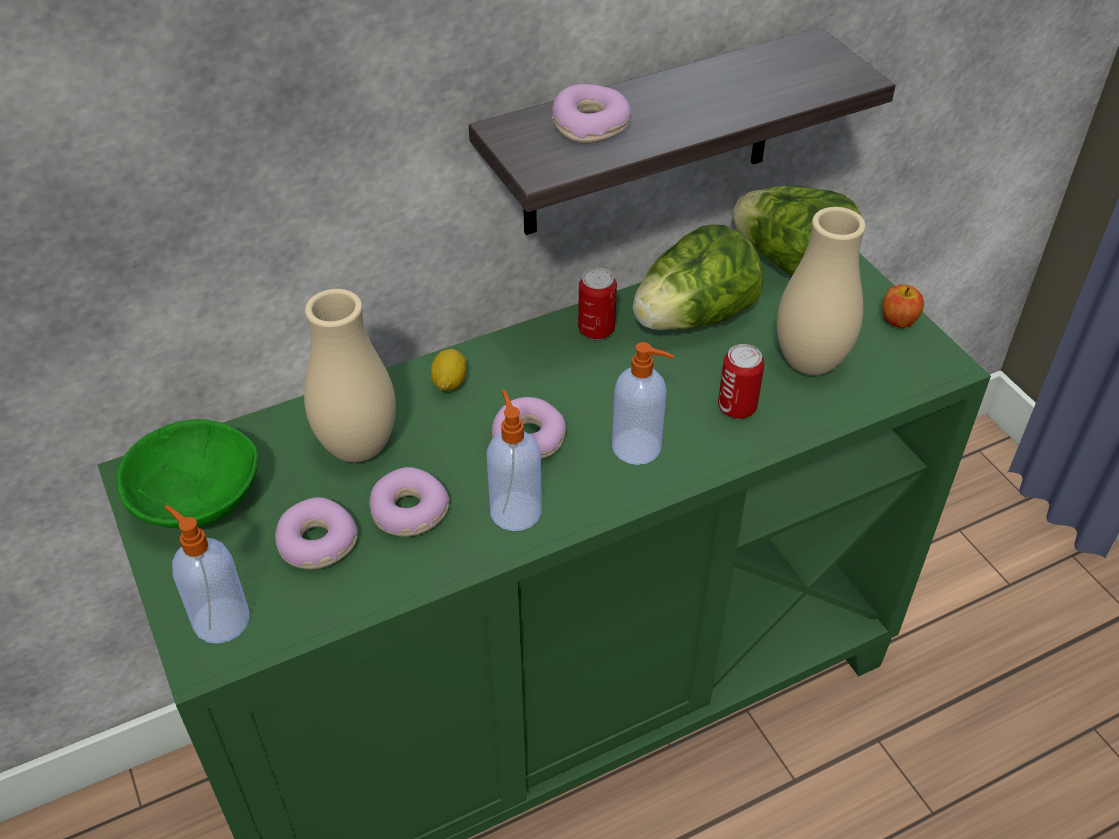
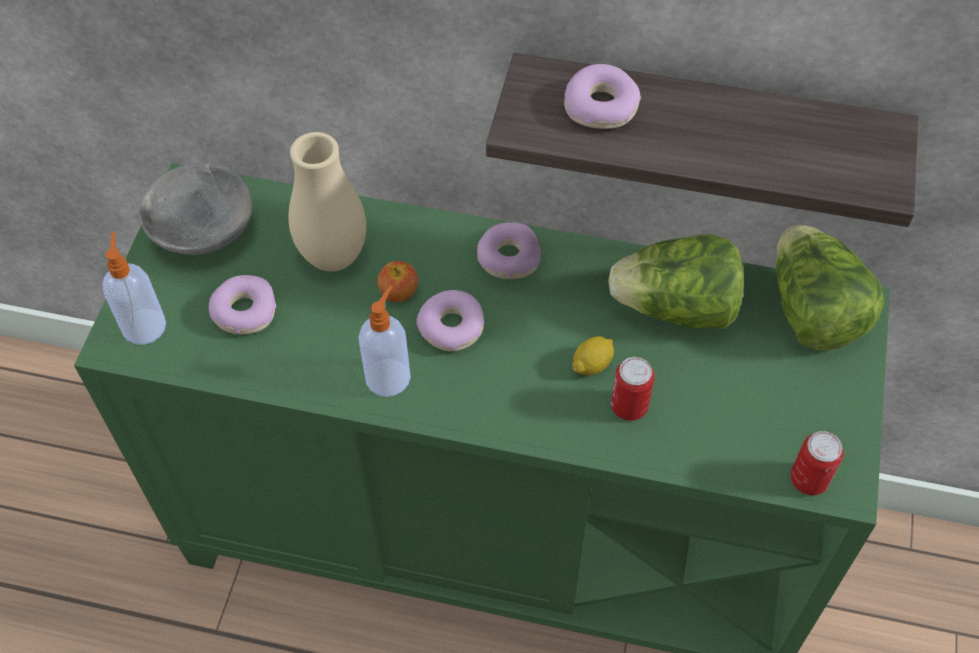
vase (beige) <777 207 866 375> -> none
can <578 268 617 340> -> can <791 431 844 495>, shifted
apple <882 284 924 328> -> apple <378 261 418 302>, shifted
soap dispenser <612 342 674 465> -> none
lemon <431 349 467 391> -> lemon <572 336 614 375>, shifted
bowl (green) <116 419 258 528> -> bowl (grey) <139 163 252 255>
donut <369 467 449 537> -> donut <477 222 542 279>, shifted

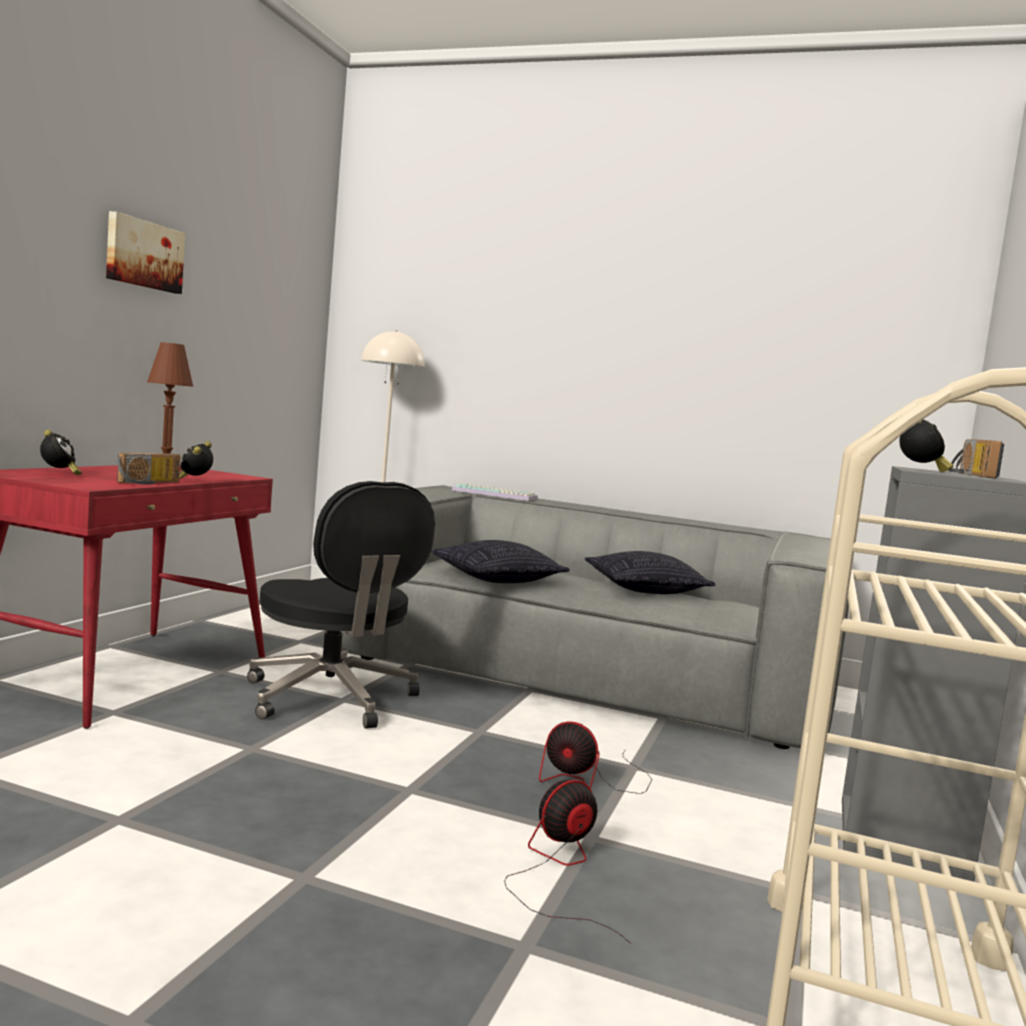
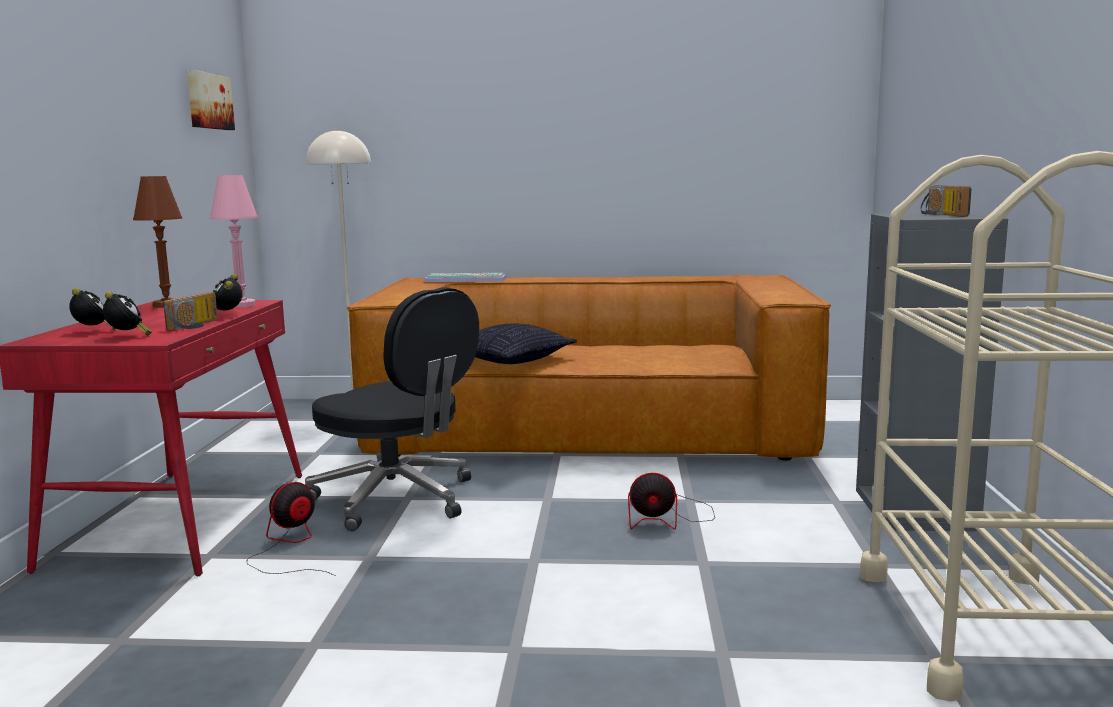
picture <106 211 185 294> -> picture <187 70 235 130>, shifted
alarm clock <899 420 953 472> -> alarm clock <103 291 152 335>, shifted
sofa (grey) <340 485 849 749> -> sofa (brown) <347 275 831 461>
pillow <585 551 715 594> -> none
fan <504 780 631 944> -> fan <247 482 336 576>, shifted
none -> table lamp (pink) <210 175 258 308>

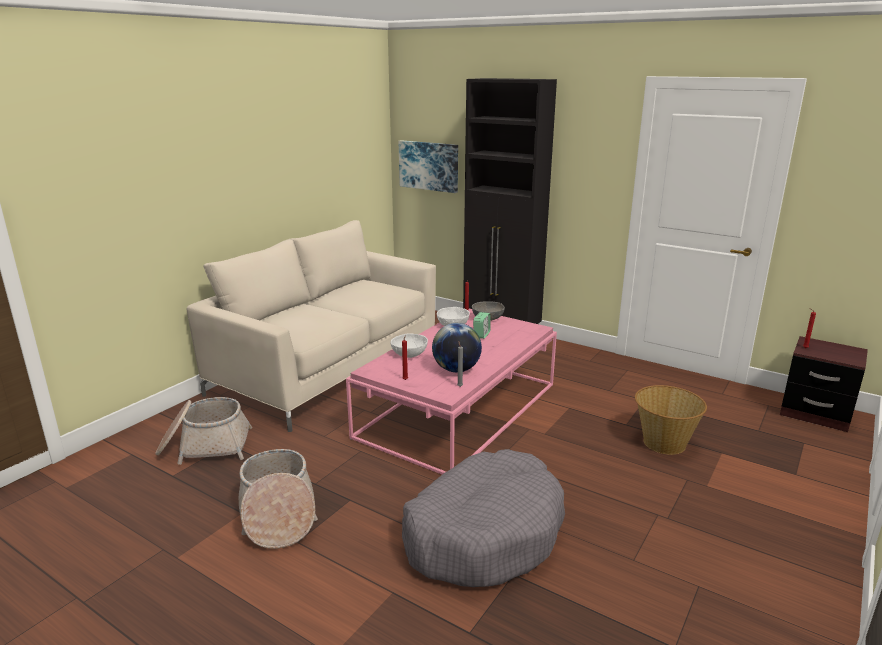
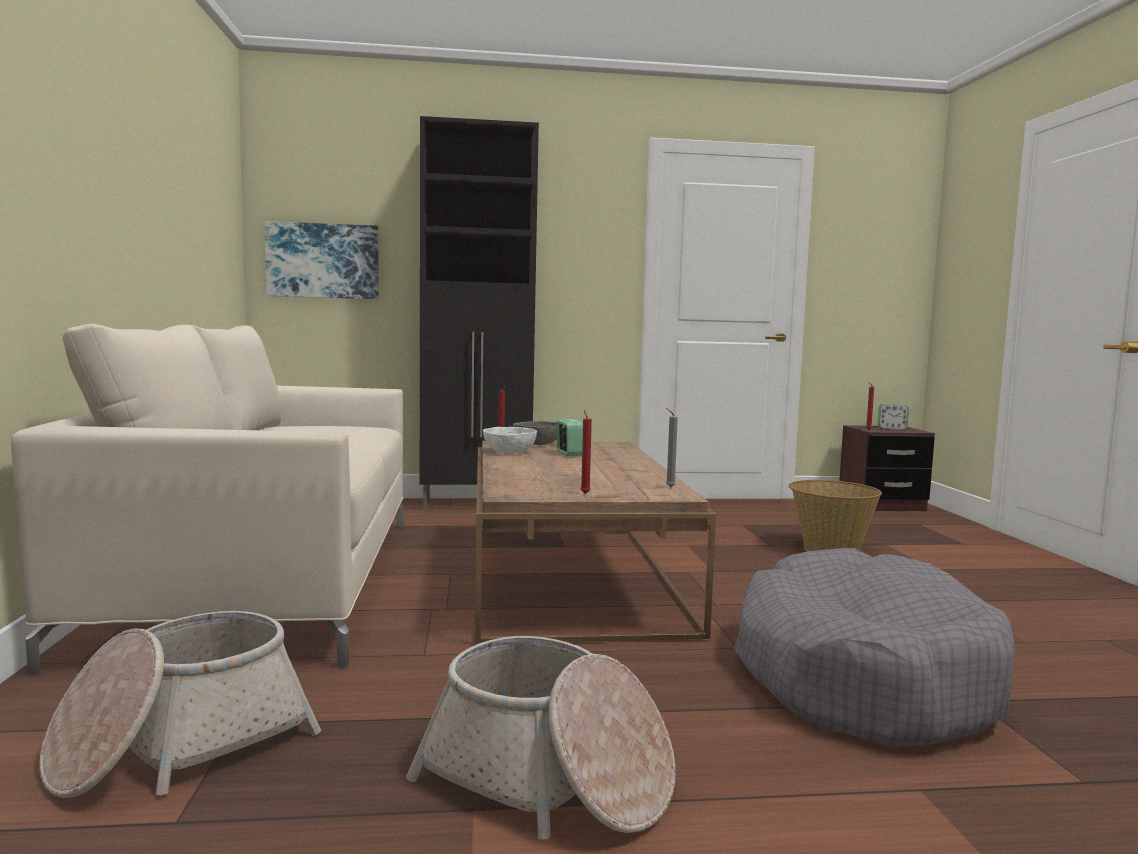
coffee table (pink) <346 308 557 475> -> coffee table (brown) <475 441 716 645>
globe <432 323 482 372> -> none
bowl (white) <390 333 428 358> -> none
none -> alarm clock <877 403 909 430>

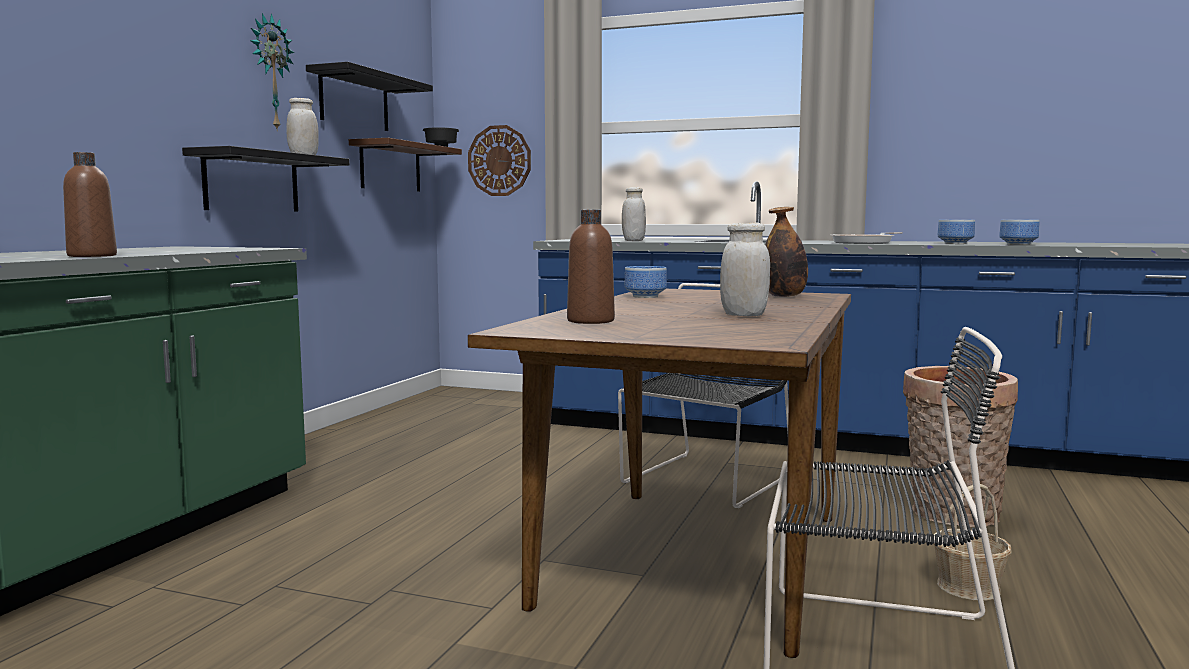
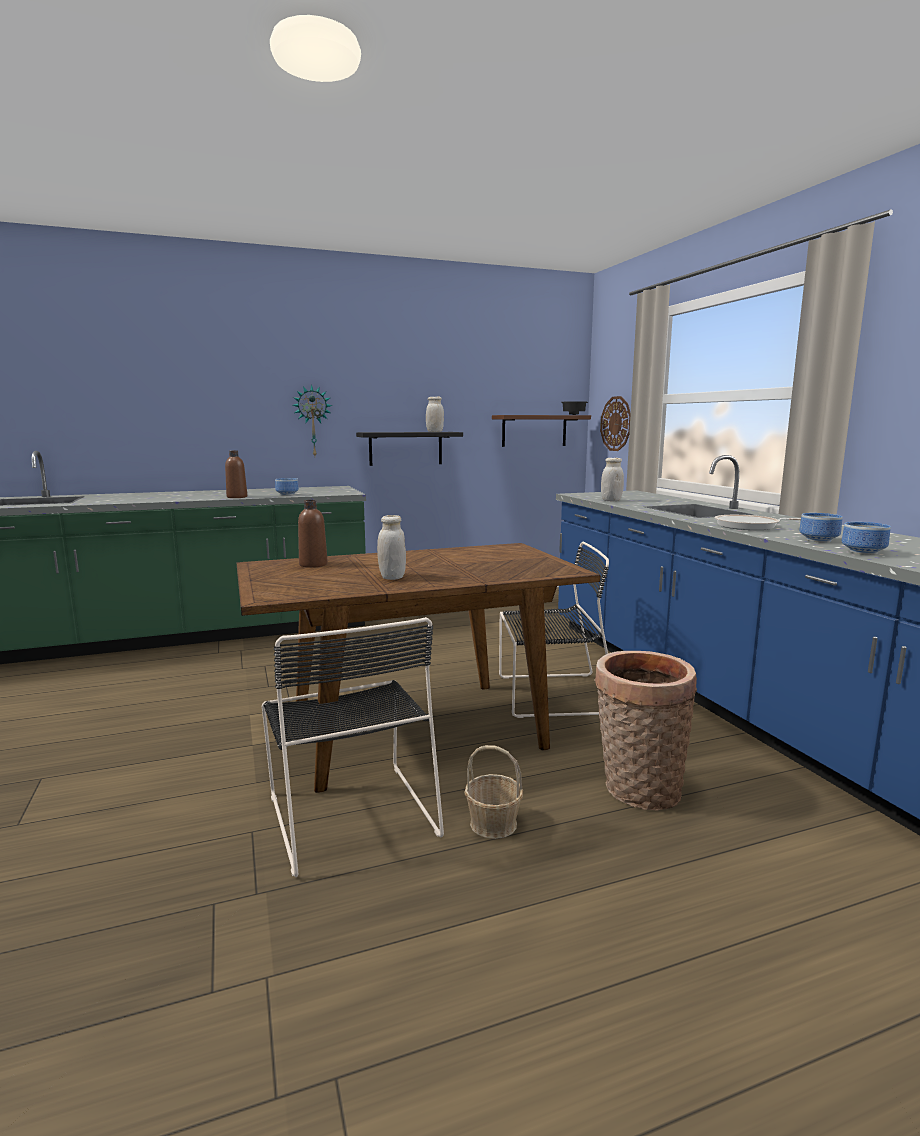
wall clock <250 13 294 129> -> wall clock <292 385 332 456>, shifted
shelf (black) <306 62 433 131> -> none
bottle <765 207 808 297> -> none
bowl <624 266 667 298> -> bowl <275 478 299 496>, shifted

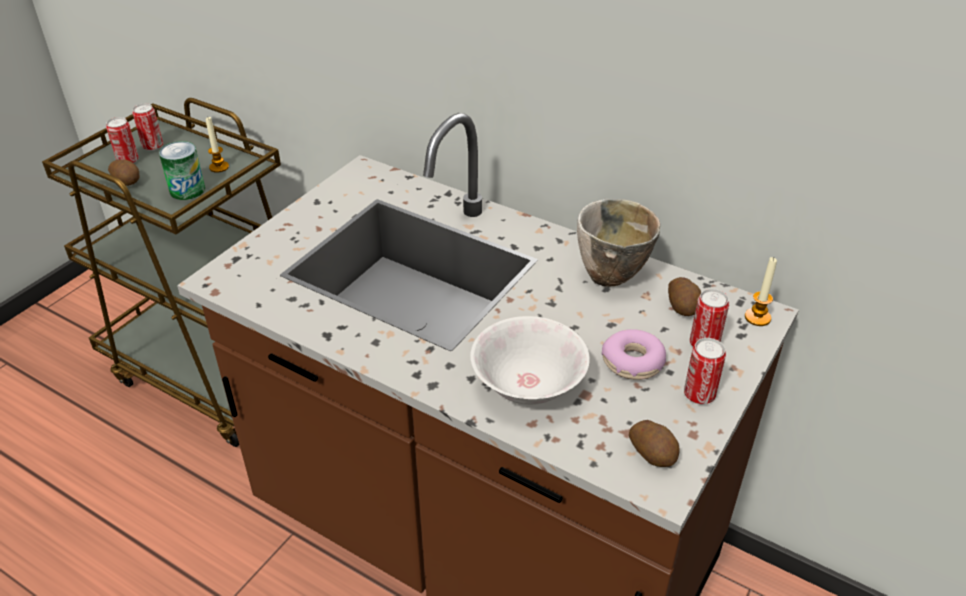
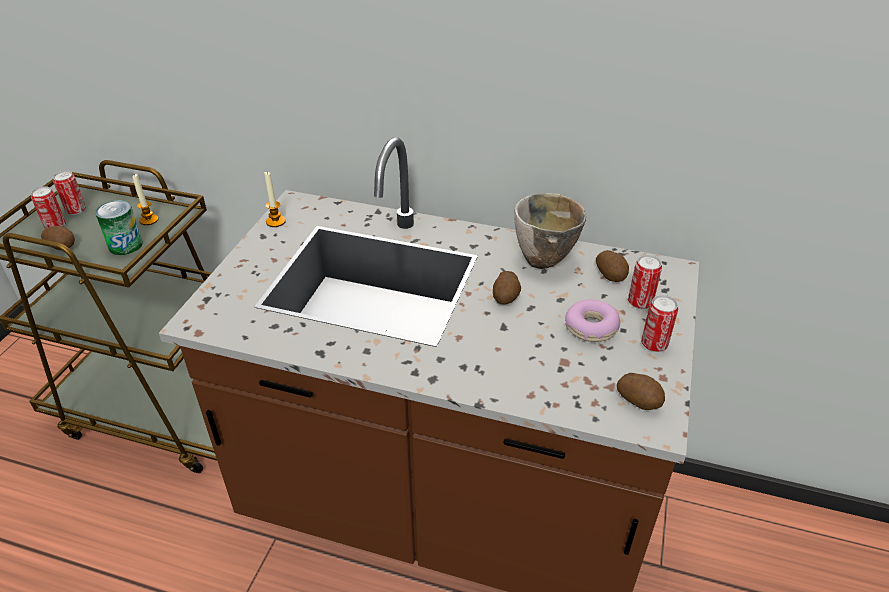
candle <745 257 777 326> -> candle <264 172 286 227>, shifted
bowl (white) <470 316 590 405> -> none
none -> potato <493 271 521 304>

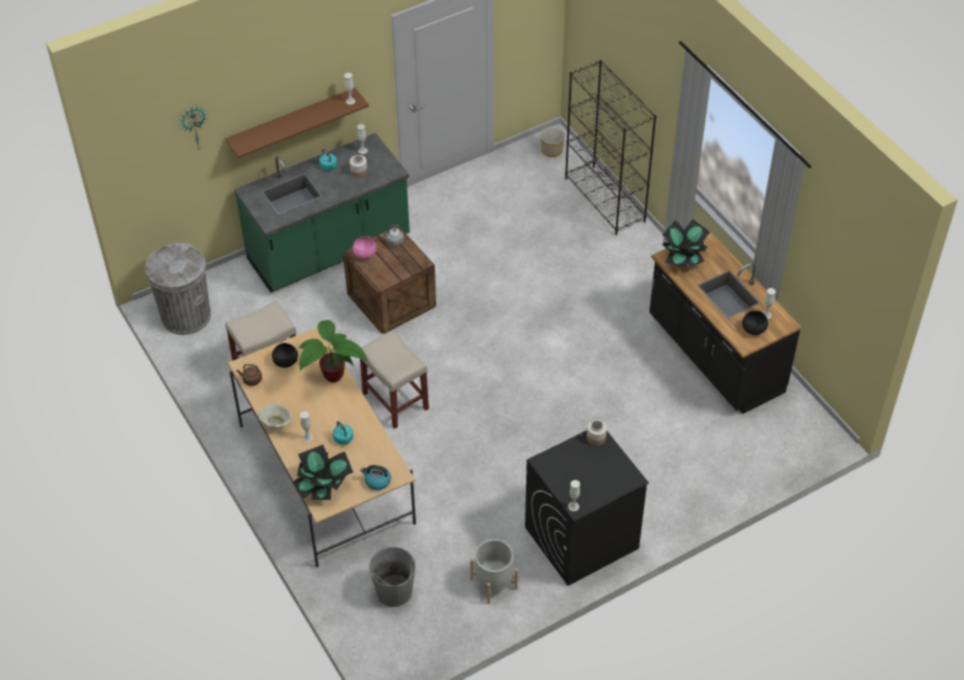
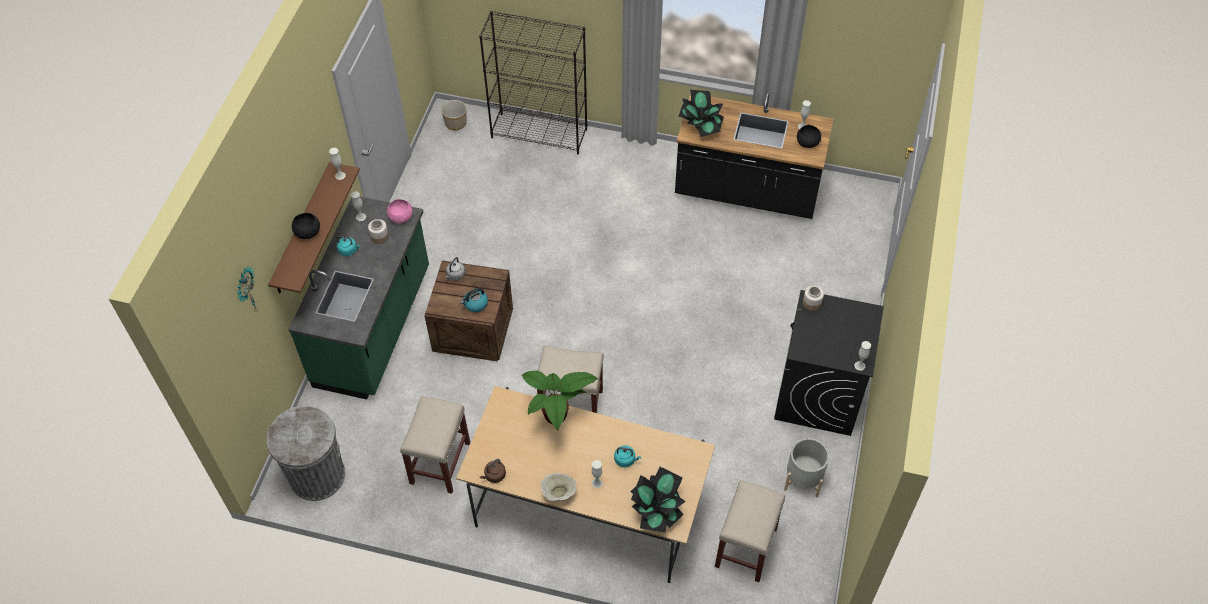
bowl (pink) <353 236 377 259> -> bowl (pink) <387 199 413 223>, shifted
bowl (black) <272 343 298 368> -> bowl (black) <292 213 320 239>, shifted
kettle <360 465 391 490> -> kettle <460 288 488 312>, shifted
bucket (grey) <369 547 416 607> -> stool (beige) <715 480 785 582>

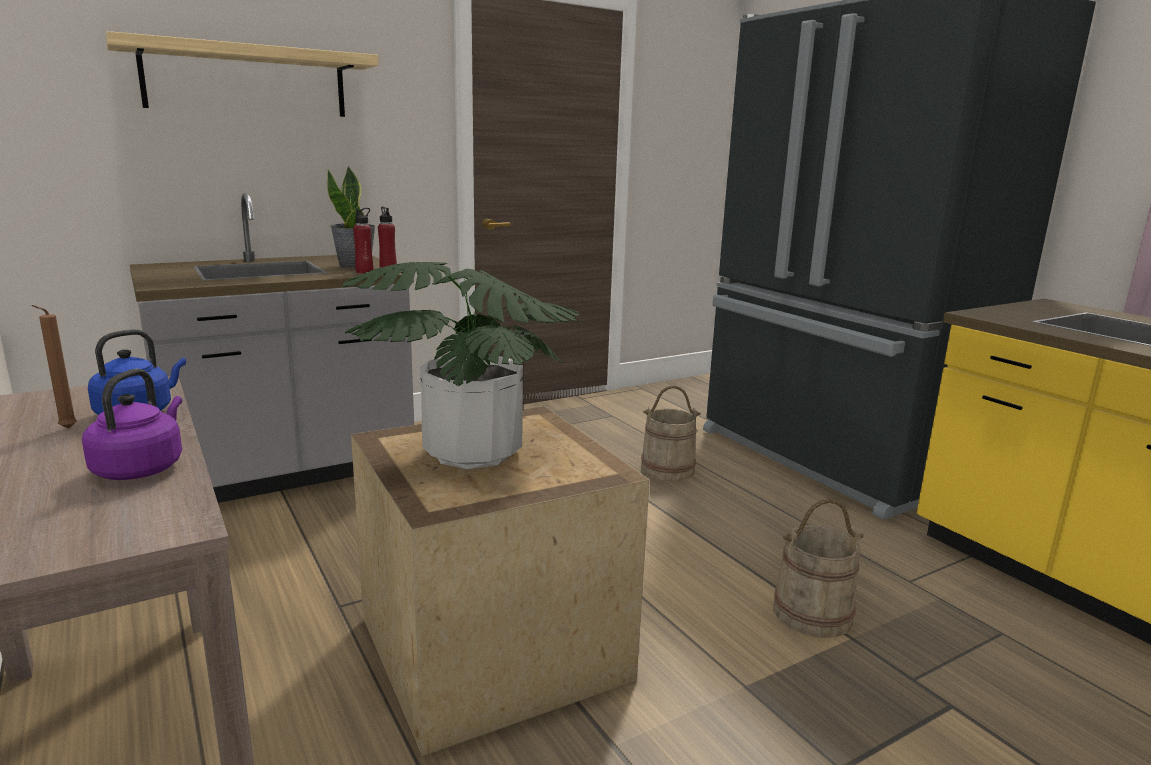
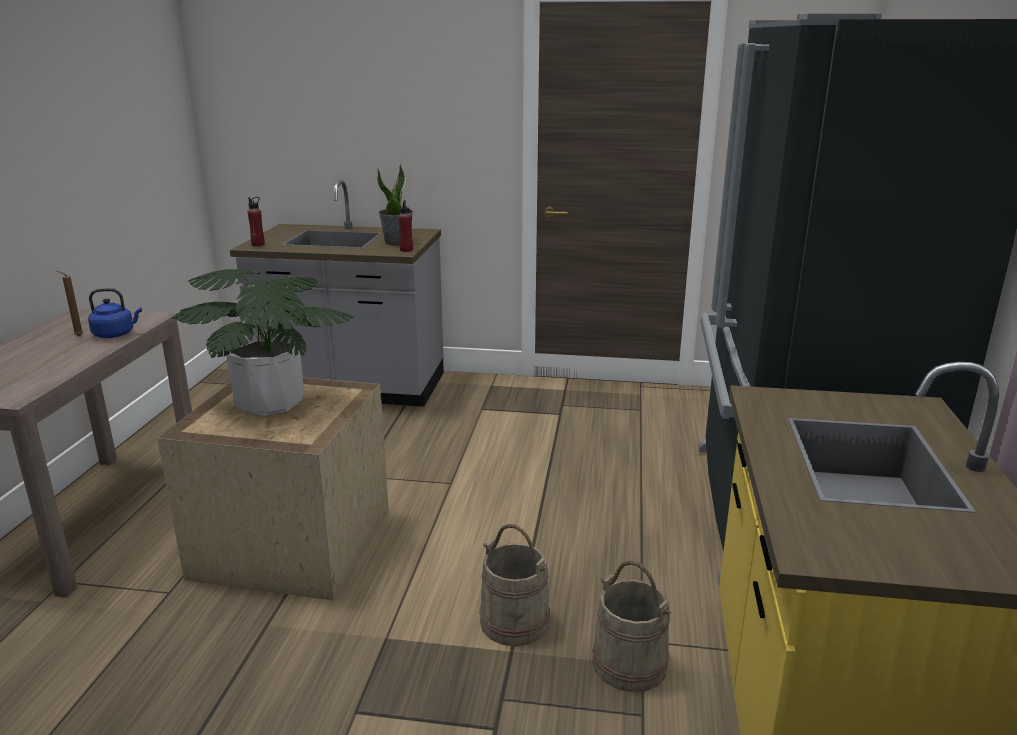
shelf <106 31 379 117> -> none
bottle (red) <353 208 373 274> -> bottle (red) <248 197 265 246>, shifted
kettle (purple) <82 369 182 480> -> none
bucket (beige) <641 385 701 481> -> bucket (beige) <592 560 671 692>, shifted

